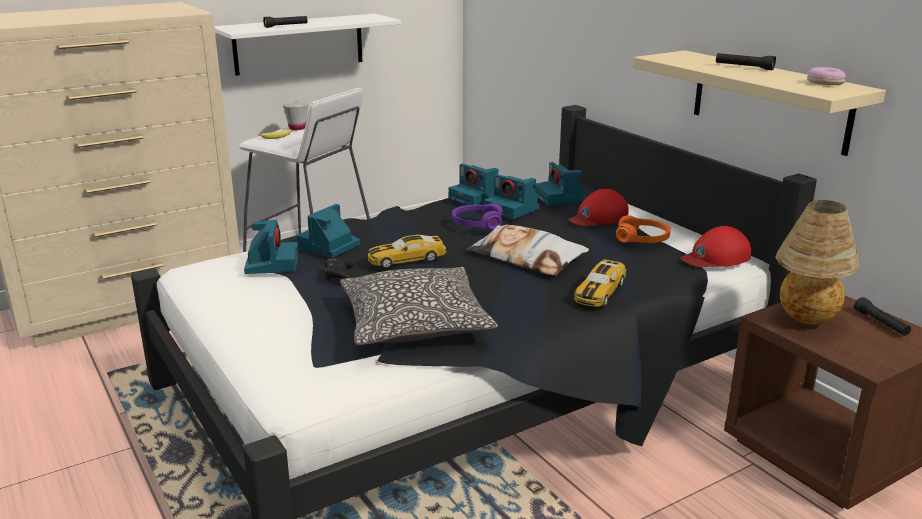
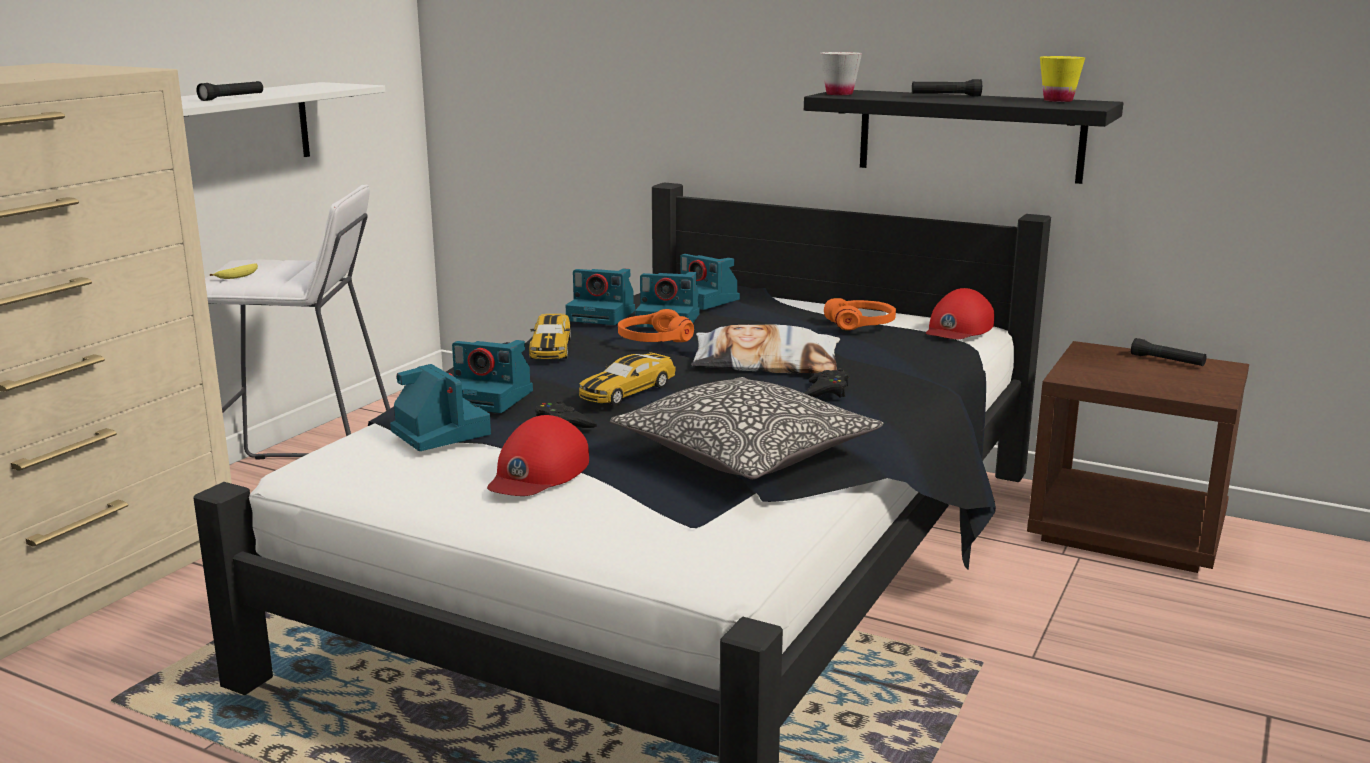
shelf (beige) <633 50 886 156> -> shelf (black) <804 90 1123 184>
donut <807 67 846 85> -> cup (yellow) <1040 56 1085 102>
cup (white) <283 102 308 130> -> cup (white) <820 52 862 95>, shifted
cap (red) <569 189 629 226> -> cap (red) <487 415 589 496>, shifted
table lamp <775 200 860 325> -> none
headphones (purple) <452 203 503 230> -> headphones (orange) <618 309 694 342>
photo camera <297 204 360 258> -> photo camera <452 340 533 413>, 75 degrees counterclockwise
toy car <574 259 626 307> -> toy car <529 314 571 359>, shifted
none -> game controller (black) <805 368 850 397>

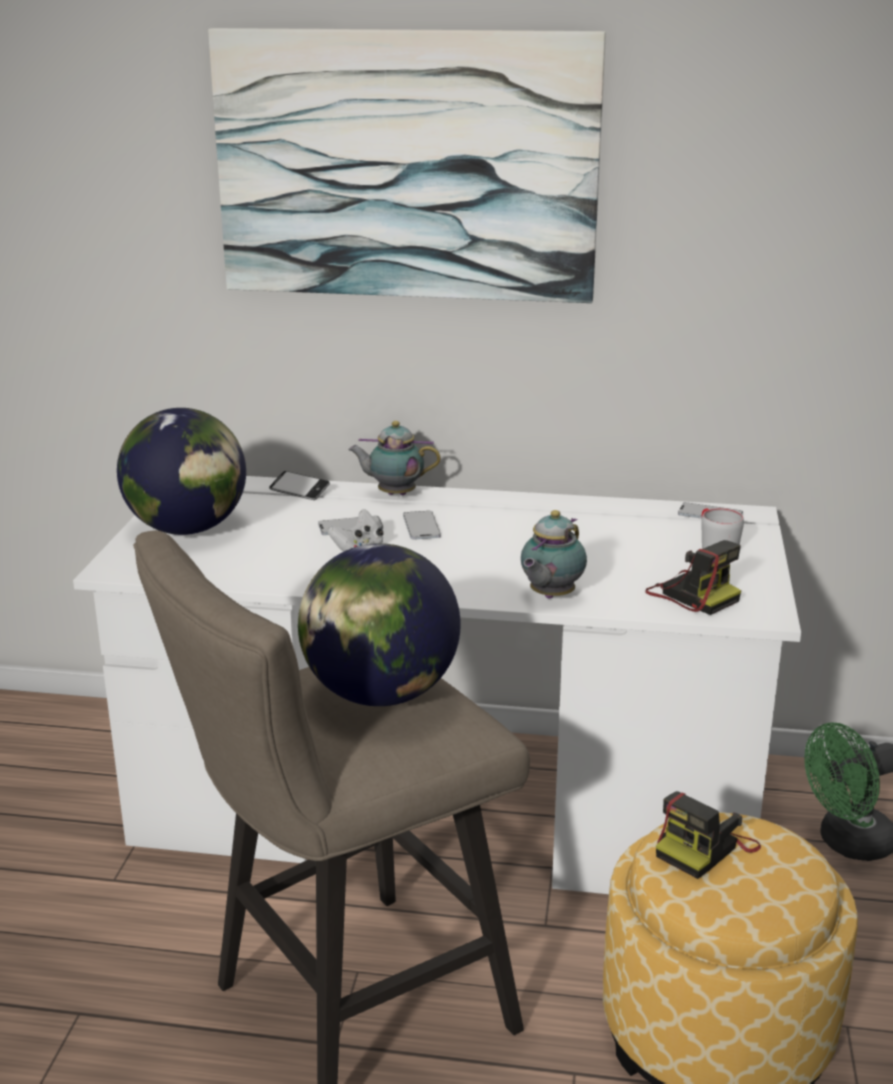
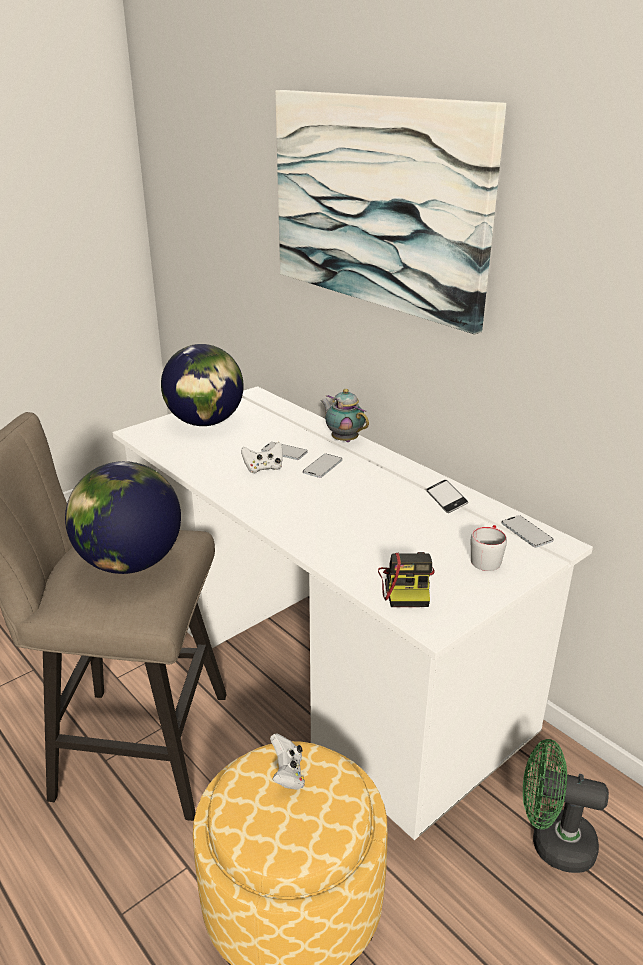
phone <269 471 330 500> -> phone <427 480 468 513>, shifted
teapot <521 510 587 599> -> none
photo camera <656 791 761 879> -> game controller (white) <270 734 305 790>

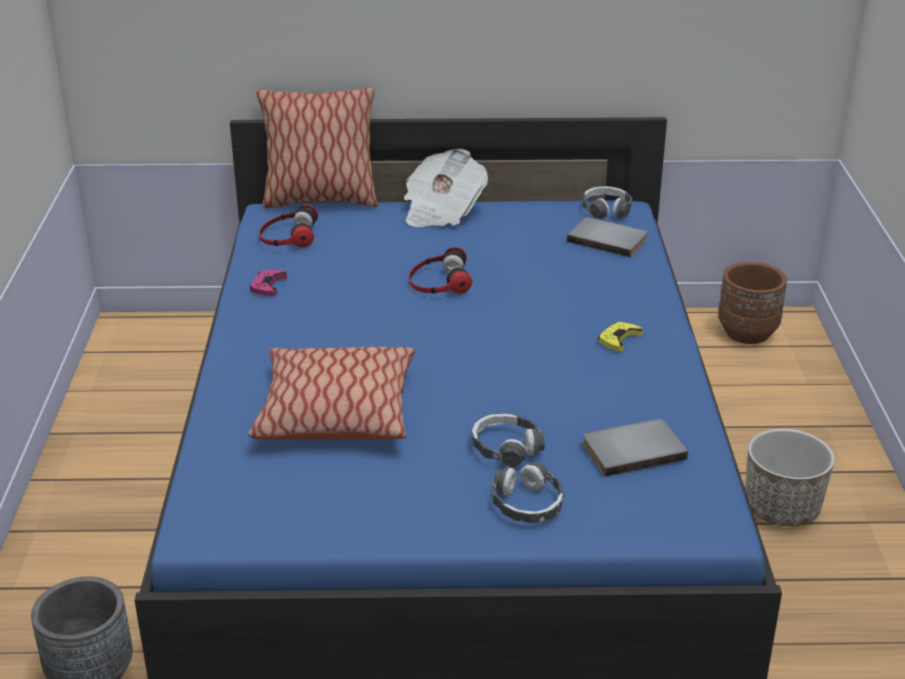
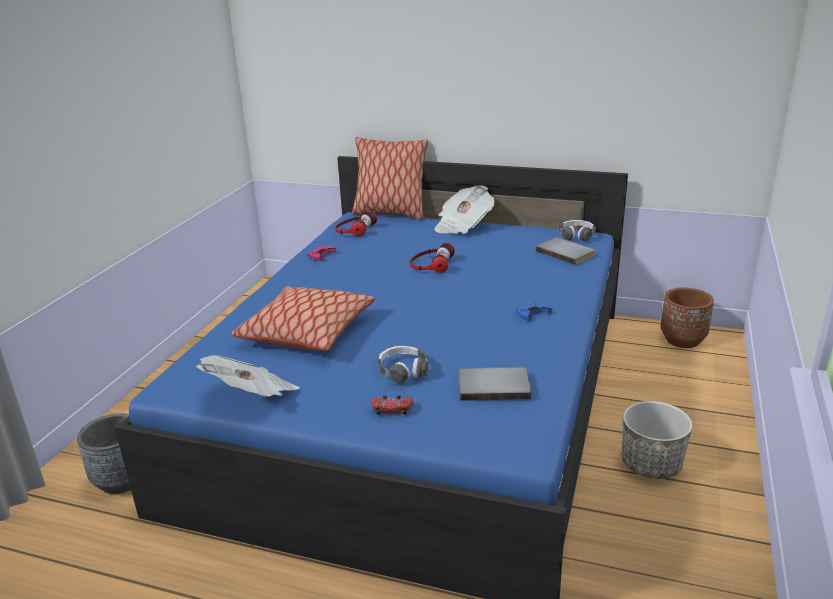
game controller (yellow) <598 322 643 352> -> game controller (blue) <516 302 552 321>
headphones <493 462 564 524> -> game controller (red) <371 395 413 415>
none -> newspaper <196 355 299 397>

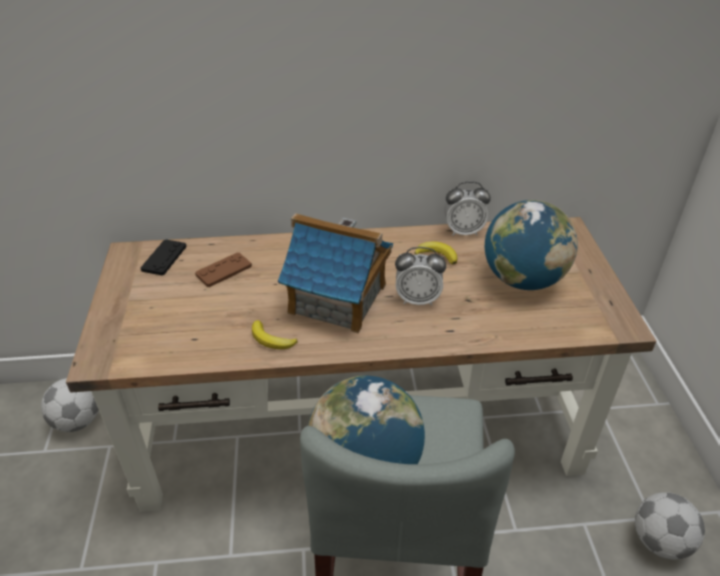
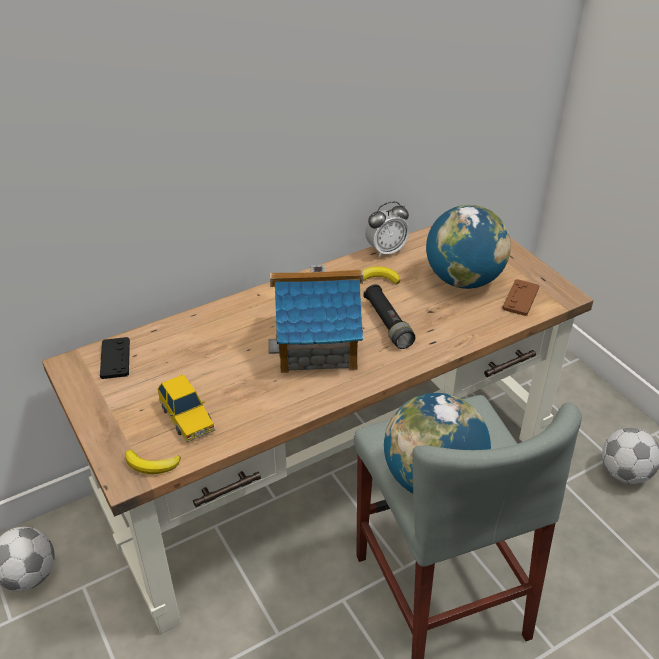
alarm clock <395 247 446 306> -> flashlight (black) <364 284 415 349>
game controller (brown) <195 252 252 287> -> game controller (brown) <502 279 539 316>, shifted
banana <252 320 298 349> -> banana <125 450 181 474>, shifted
none -> toy car <158 374 216 442>

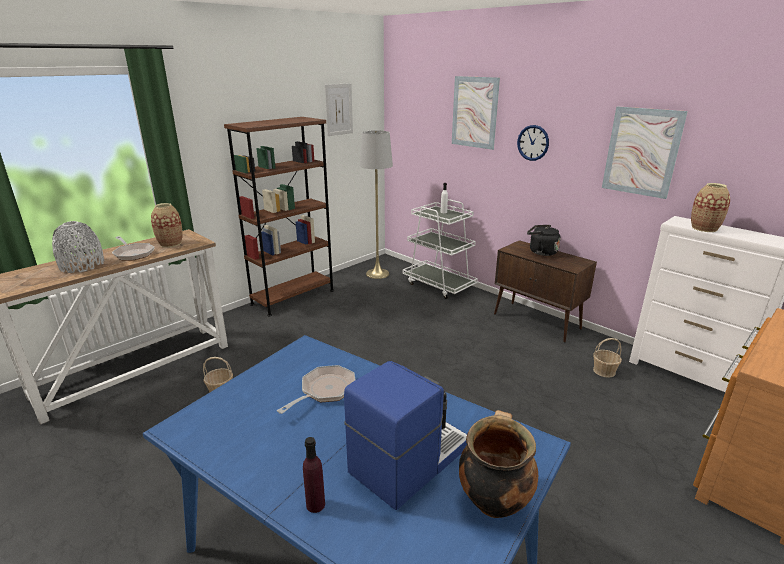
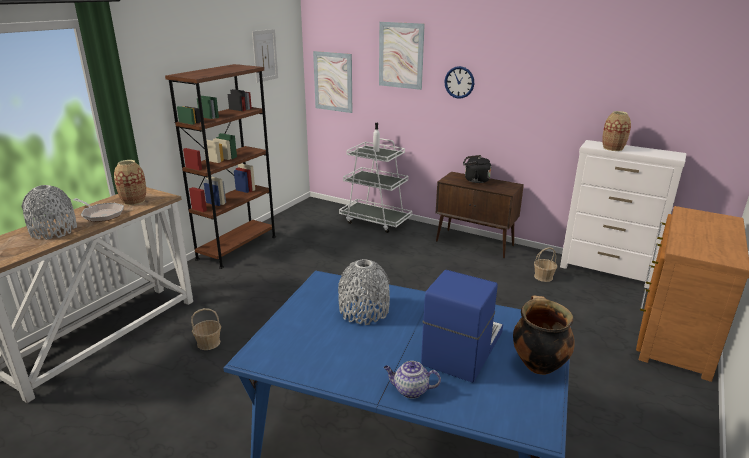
picture <602 106 688 199> -> picture <313 51 352 113>, shifted
floor lamp (grey) <360 131 393 279> -> none
frying pan <277 365 355 414> -> vase (grey) <338 259 390 325>
bottle (purple) <303 437 325 513> -> teapot <383 361 441 399>

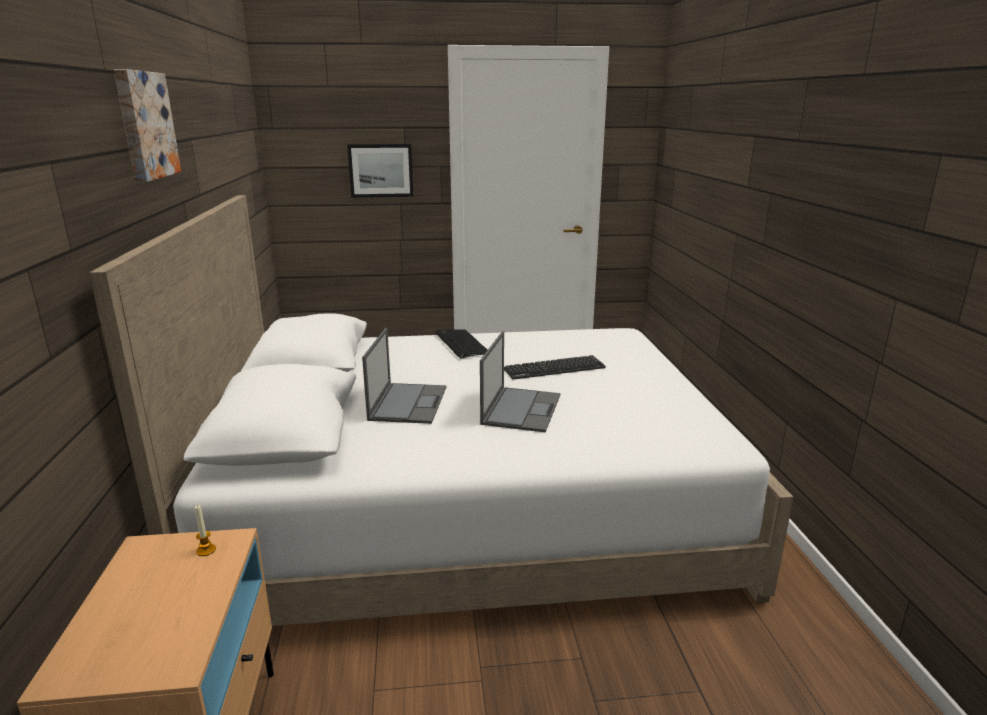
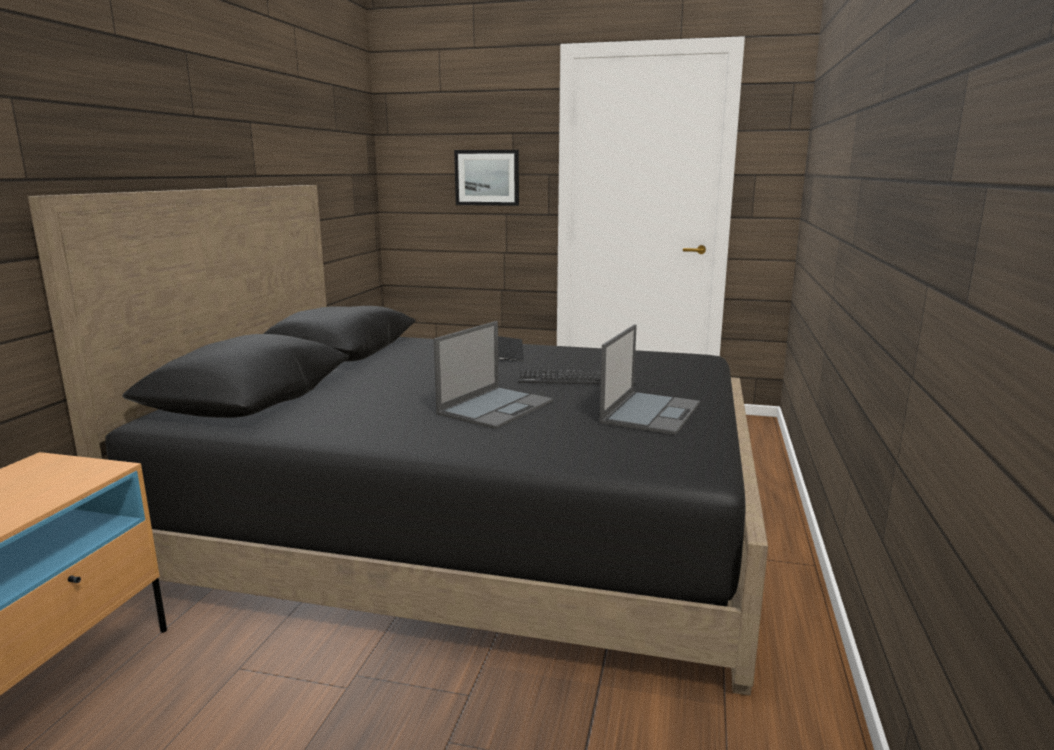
picture <114 69 181 182> -> none
bed (white) <89 195 793 626> -> bed (black) <28 185 768 696>
laptop <362 328 446 424> -> laptop <600 324 700 435>, shifted
candle <195 505 216 556> -> none

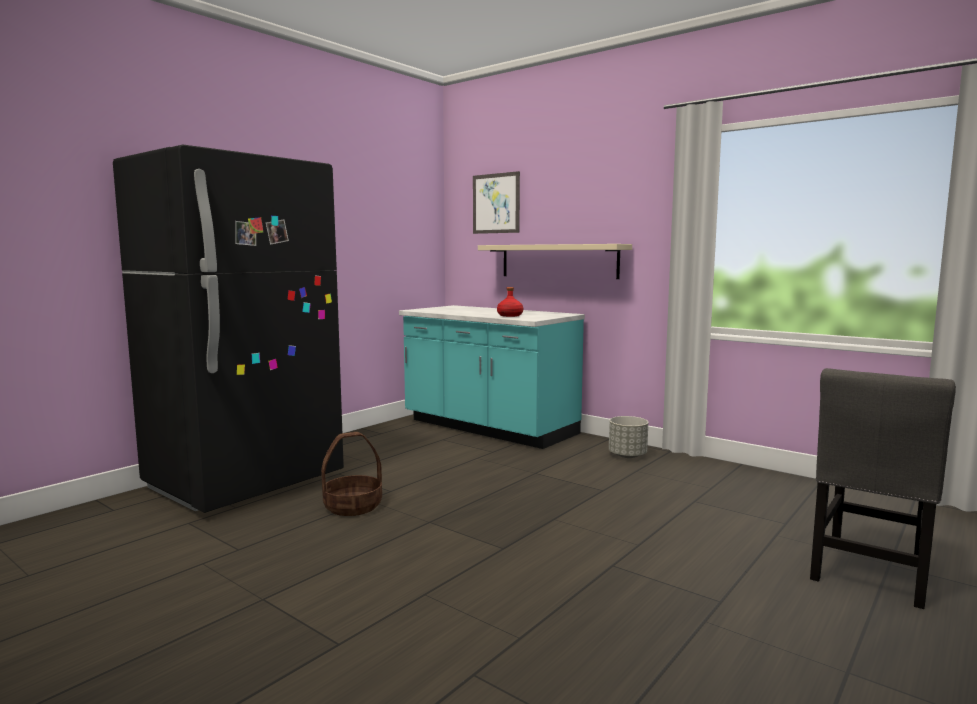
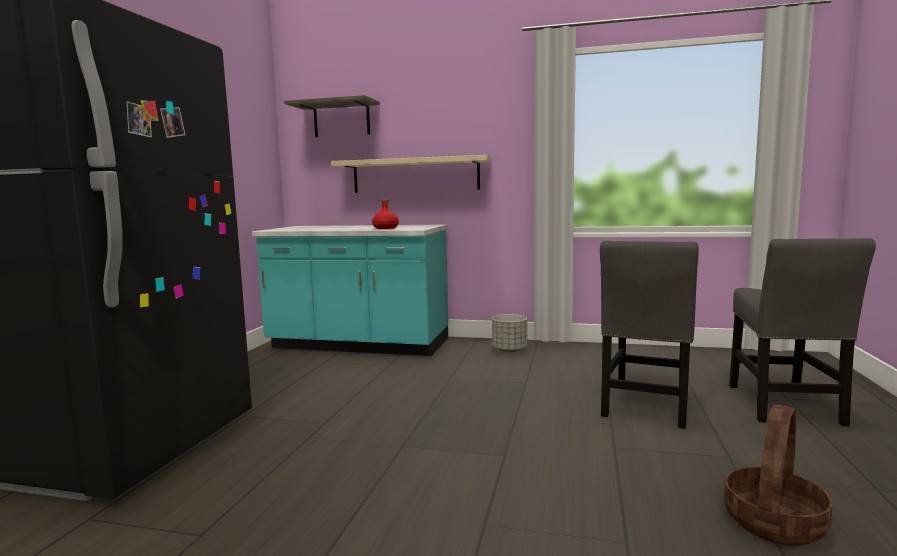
picture <473 171 520 234> -> shelf <284 95 380 137>
basket <321 432 382 516> -> basket <724 405 833 546>, shifted
none -> chair (grey) <600 241 699 429>

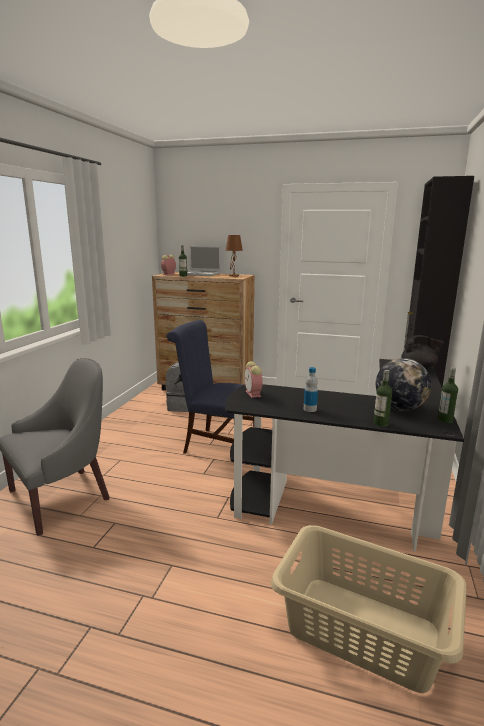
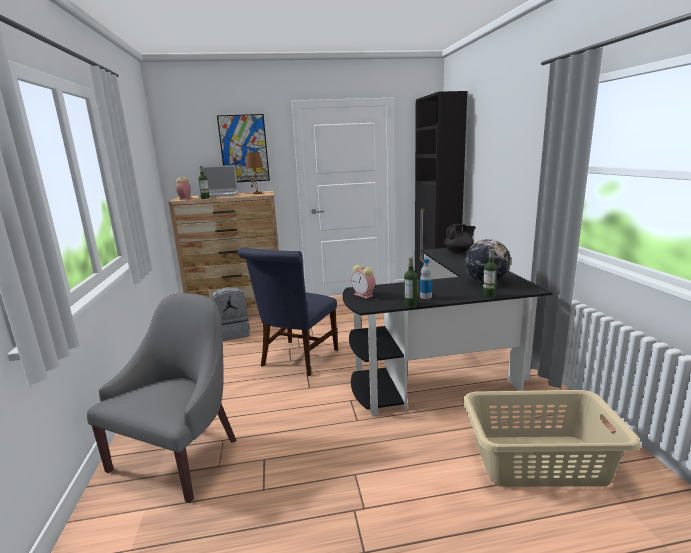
chair (blue) <166 320 254 454> -> chair (blue) <238 247 338 376>, 60 degrees counterclockwise
bottle <437 367 458 423> -> bottle <404 257 418 307>, shifted
none -> picture <217 114 270 182>

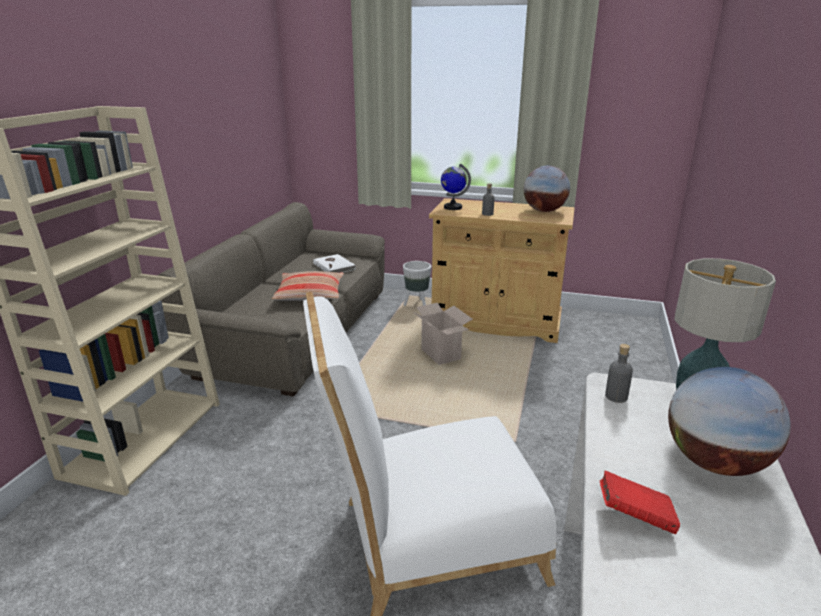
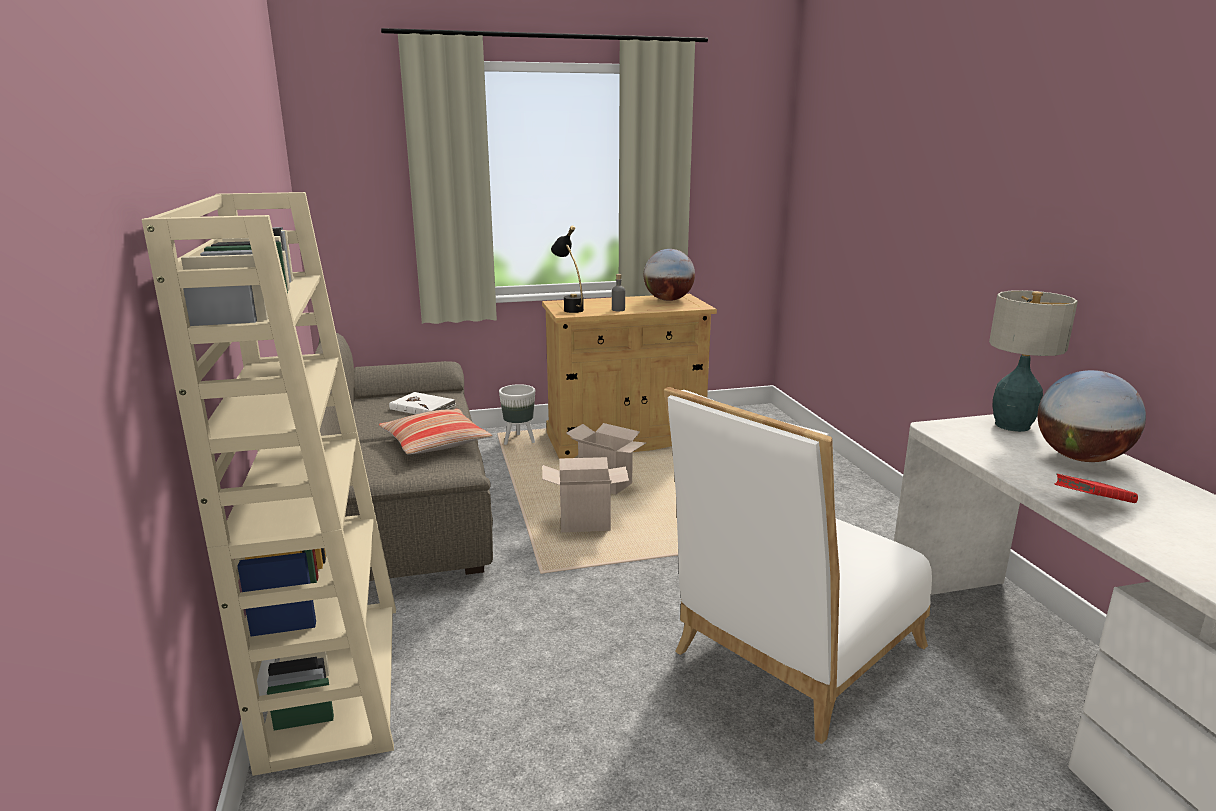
globe <441 164 471 210> -> table lamp (black) <551 226 584 313>
bottle (grey) <605 344 633 403> -> none
none -> cardboard box <542 457 629 532>

